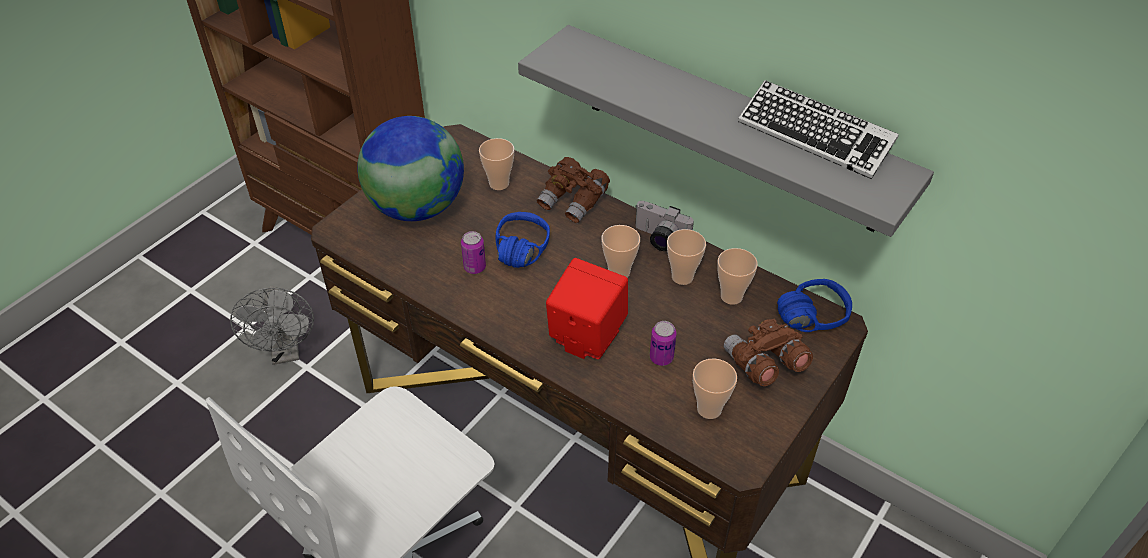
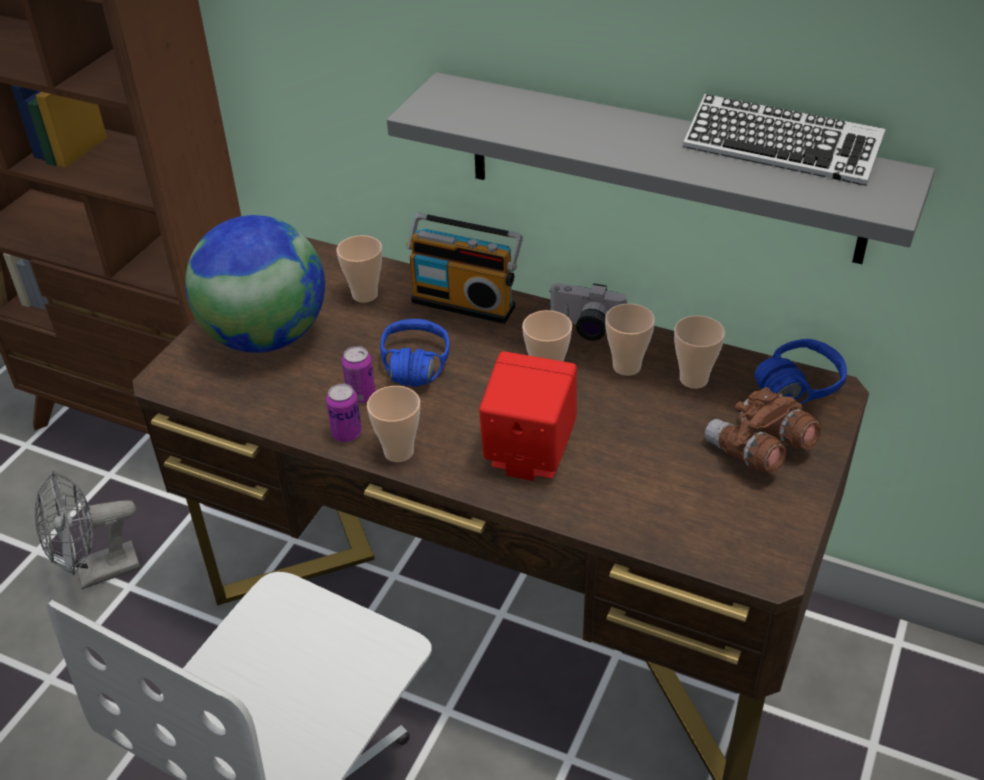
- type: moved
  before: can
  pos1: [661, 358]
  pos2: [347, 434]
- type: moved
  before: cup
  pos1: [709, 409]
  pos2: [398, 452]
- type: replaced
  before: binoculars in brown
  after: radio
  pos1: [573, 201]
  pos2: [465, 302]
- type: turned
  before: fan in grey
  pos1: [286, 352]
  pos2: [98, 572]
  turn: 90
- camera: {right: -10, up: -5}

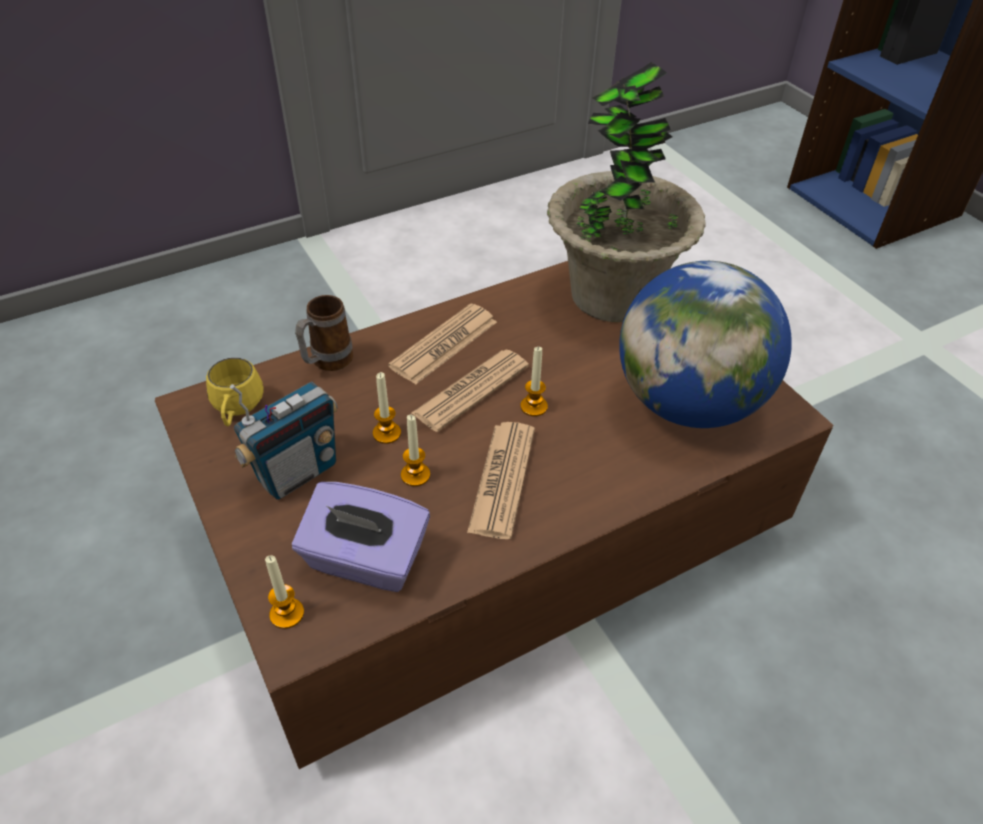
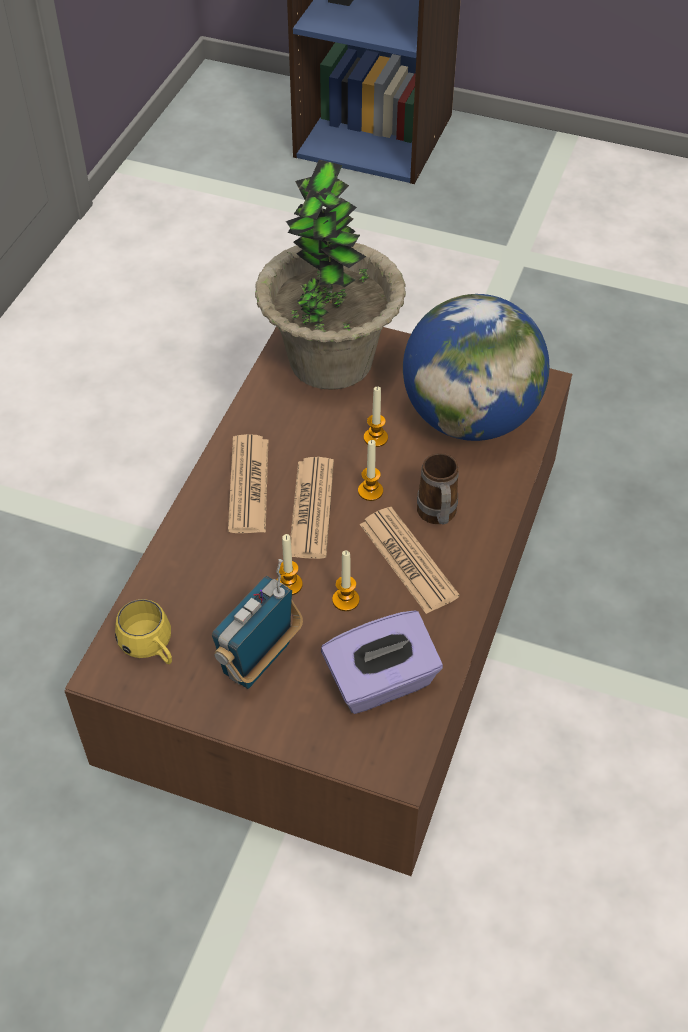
- type: moved
  before: candle
  pos1: [287, 614]
  pos2: [375, 438]
- type: moved
  before: mug
  pos1: [326, 363]
  pos2: [437, 517]
- type: turned
  before: radio
  pos1: [297, 472]
  pos2: [258, 660]
  turn: -150
- camera: {right: -40, up: 5}

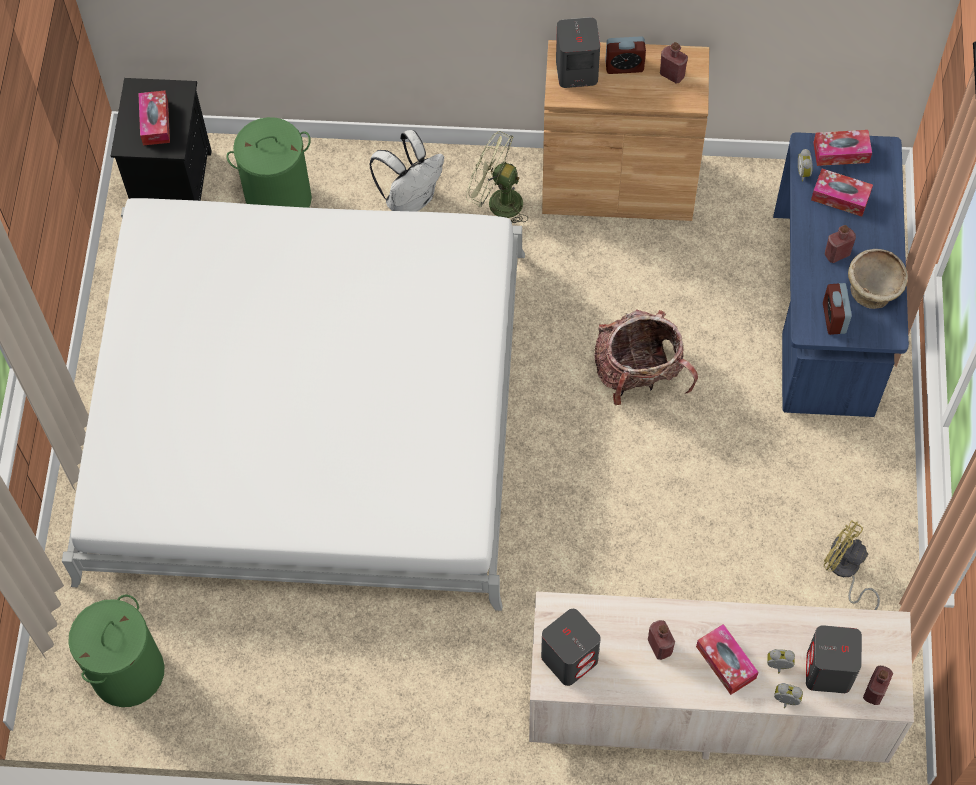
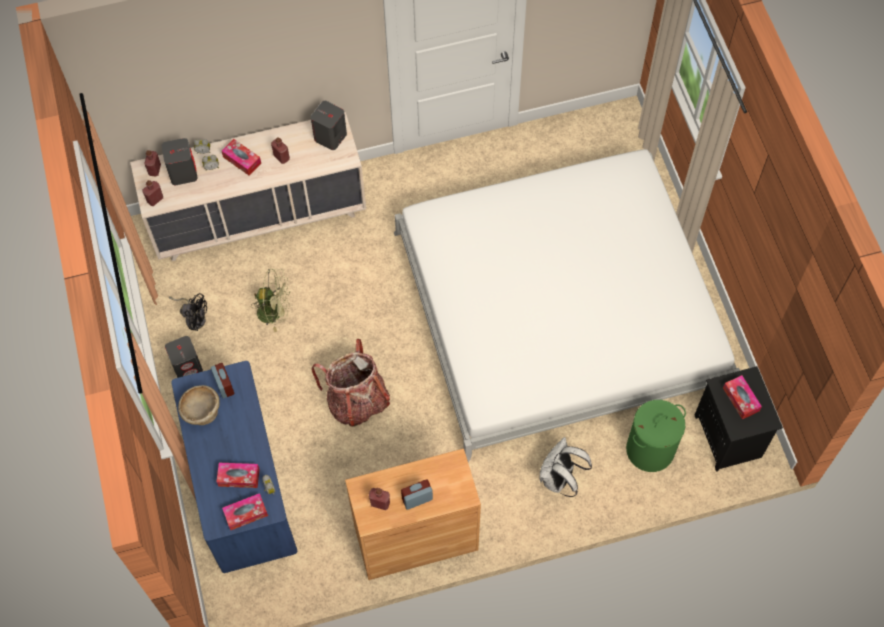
- type: removed
  before: laundry basket in green
  pos1: [127, 672]
- type: moved
  before: fan in green
  pos1: [497, 202]
  pos2: [275, 312]
- type: moved
  before: speaker in grey
  pos1: [576, 71]
  pos2: [187, 367]
- type: moved
  before: bottle in red
  pos1: [837, 254]
  pos2: [155, 199]
- type: recoloured
  before: fan in yellow
  after: fan in black
  pos1: [845, 571]
  pos2: [194, 317]
- camera: {right: 160, up: 0}

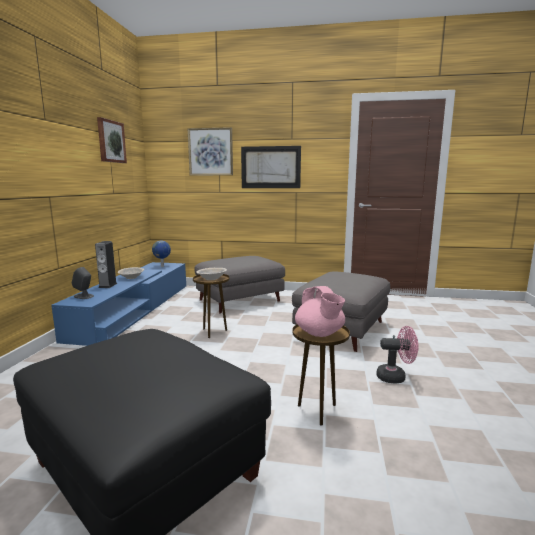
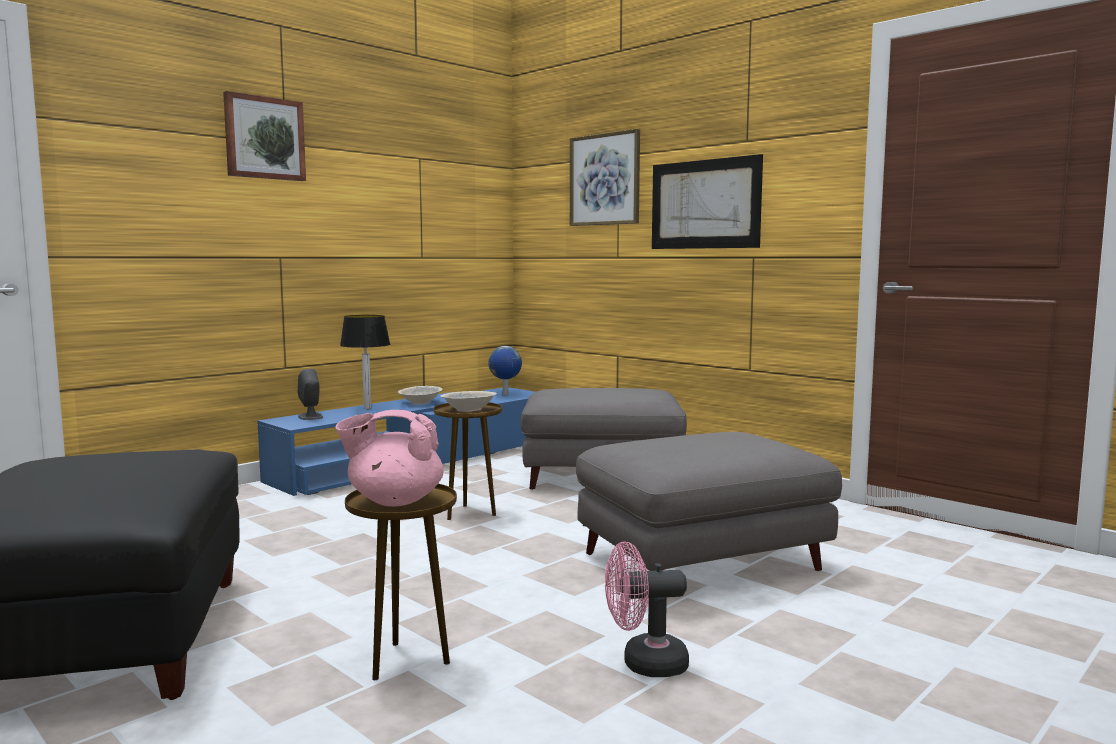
- type: moved
  before: picture
  pos1: [111, 141]
  pos2: [264, 138]
- type: replaced
  before: speaker
  after: table lamp
  pos1: [108, 285]
  pos2: [368, 408]
- type: turned
  before: teapot in pink
  pos1: [320, 334]
  pos2: [394, 501]
  turn: 75
- type: turned
  before: fan in pink
  pos1: [395, 377]
  pos2: [644, 664]
  turn: 135
- camera: {right: 35, up: -5}

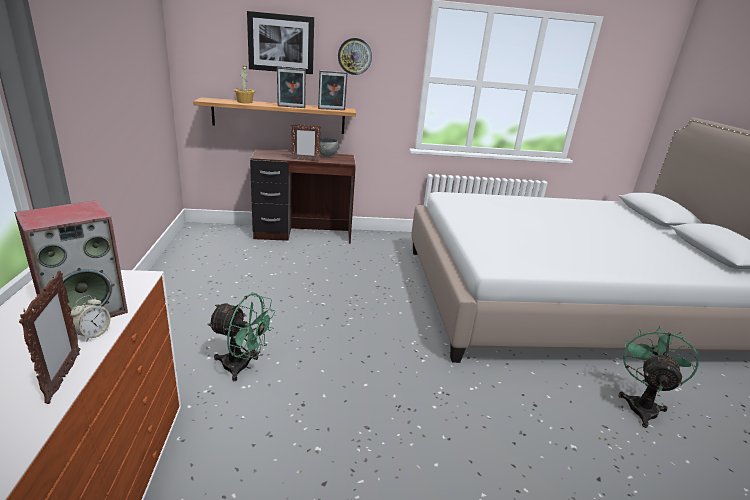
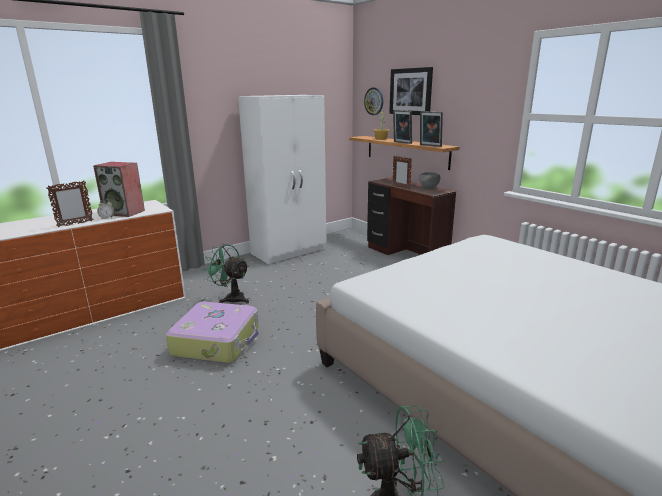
- type: added
  after: suitcase
  pos2: [217, 341]
- type: added
  after: wardrobe in white
  pos2: [289, 251]
- type: moved
  before: wall clock
  pos1: [354, 56]
  pos2: [374, 101]
- type: turned
  before: fan in green
  pos1: [243, 366]
  pos2: [231, 298]
  turn: 135
- camera: {right: 60, up: -5}

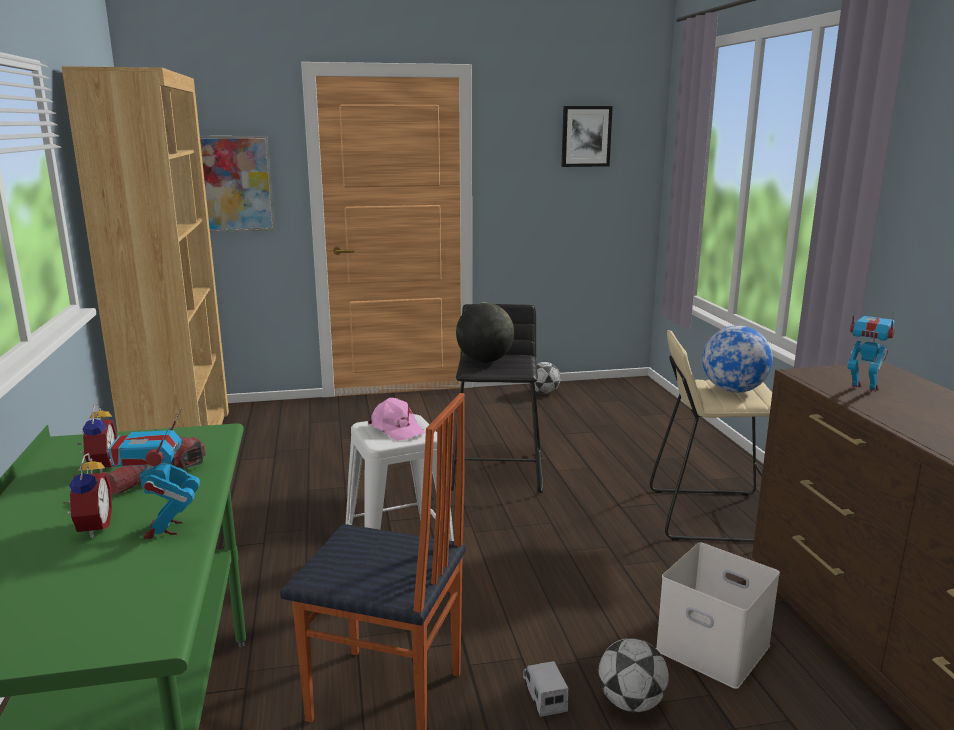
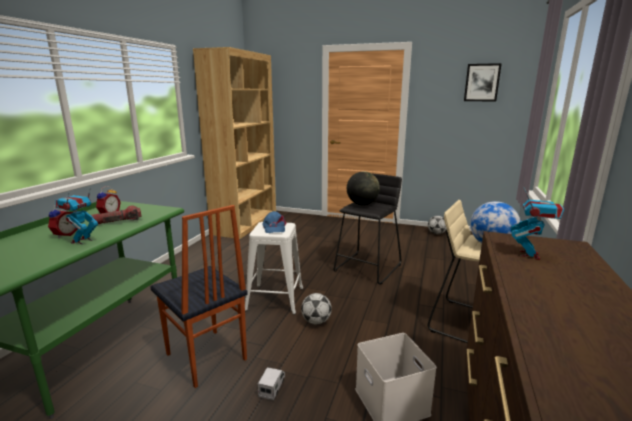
- type: removed
  before: picture
  pos1: [234, 184]
- type: moved
  before: football
  pos1: [631, 702]
  pos2: [316, 321]
- type: recoloured
  before: cap in pink
  after: cap in blue
  pos1: [396, 429]
  pos2: [274, 227]
- type: turned
  before: toy robot
  pos1: [863, 389]
  pos2: [529, 255]
  turn: 45
- camera: {right: 30, up: 0}

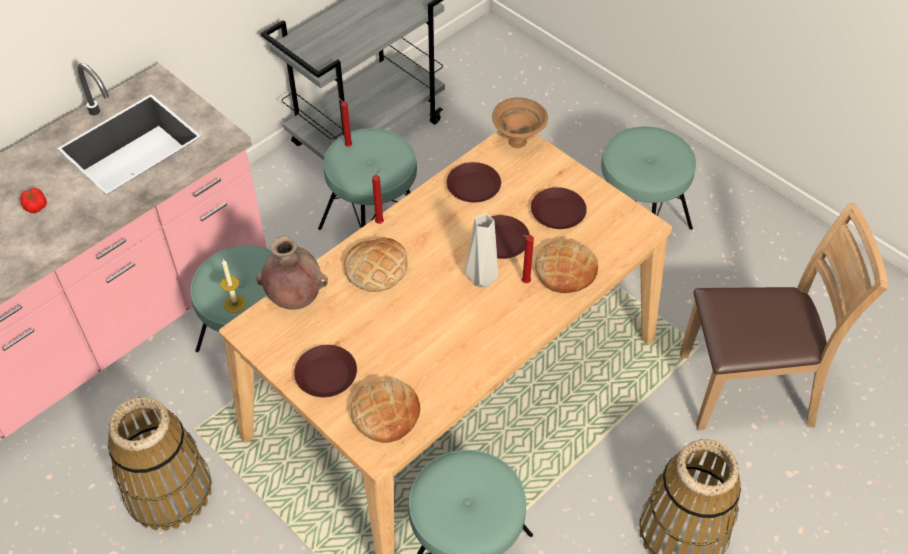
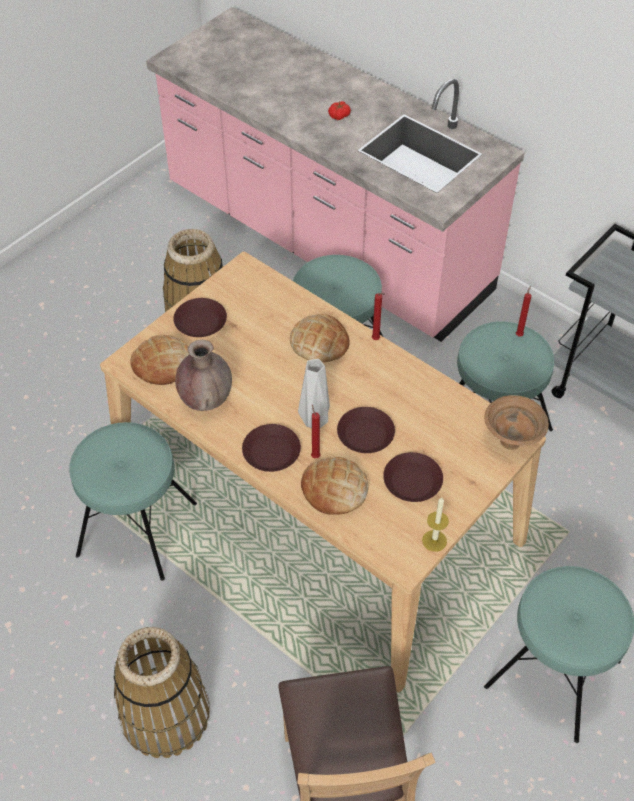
- type: moved
  before: candle
  pos1: [235, 304]
  pos2: [434, 540]
- type: moved
  before: vase in brown
  pos1: [295, 299]
  pos2: [206, 401]
- type: moved
  before: plate in brown
  pos1: [473, 186]
  pos2: [272, 451]
- camera: {right: 85, up: 0}

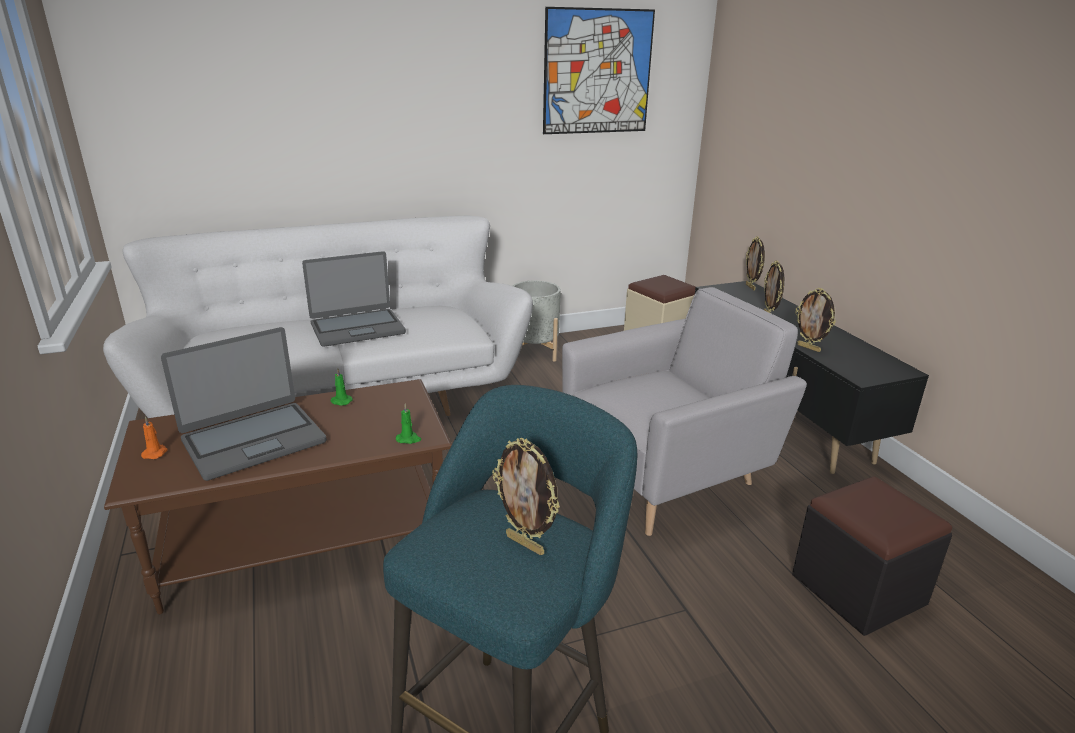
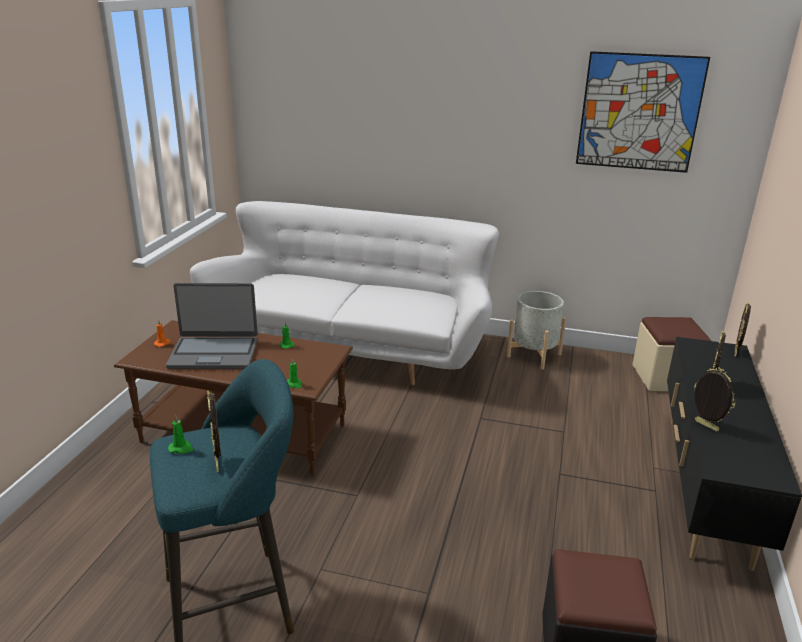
- type: removed
  before: laptop
  pos1: [357, 328]
- type: removed
  before: armchair in grey
  pos1: [667, 473]
- type: added
  after: candle in green
  pos2: [181, 448]
- type: turned
  before: picture frame
  pos1: [809, 348]
  pos2: [705, 426]
  turn: 150
- camera: {right: 35, up: 0}

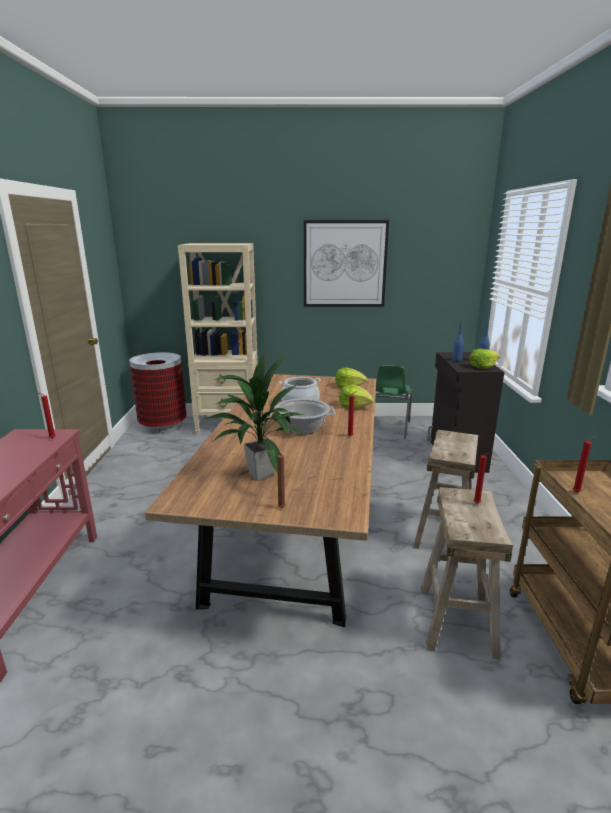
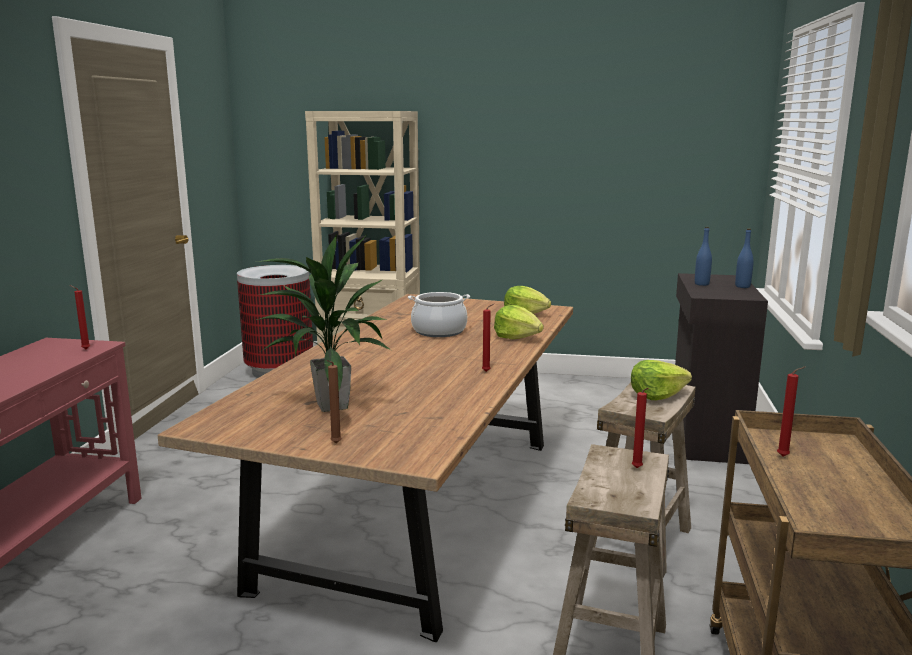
- type: removed
  before: cooking pot
  pos1: [302, 428]
- type: removed
  before: picture
  pos1: [344, 264]
- type: removed
  before: chair in green
  pos1: [388, 428]
- type: moved
  before: lettuce
  pos1: [482, 367]
  pos2: [656, 395]
- camera: {right: 10, up: -5}

